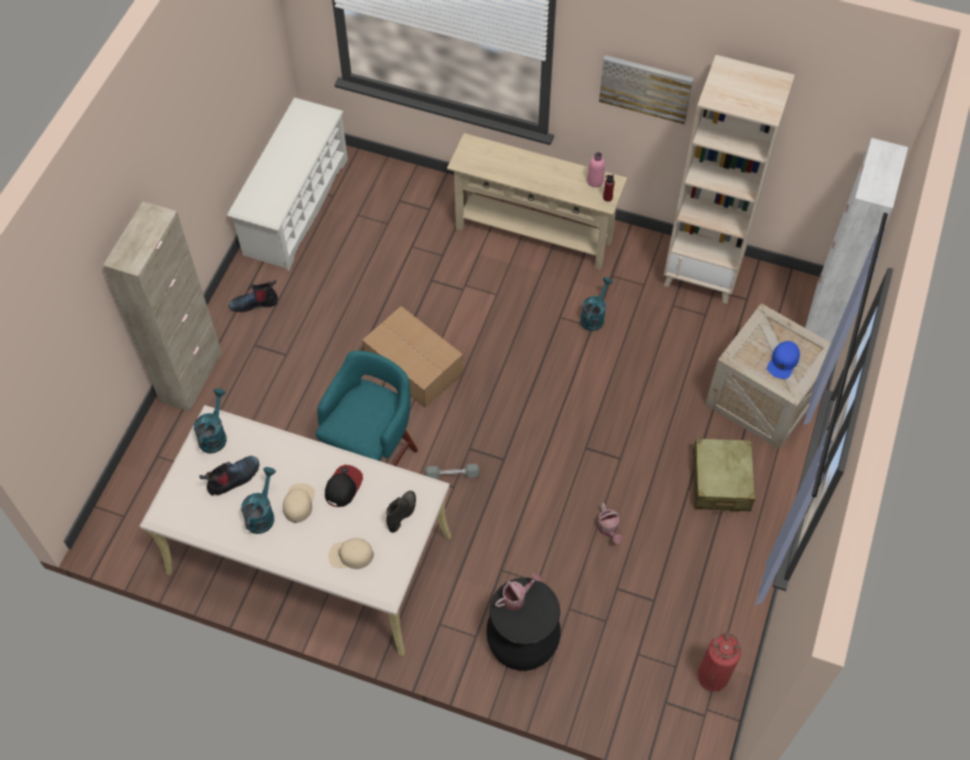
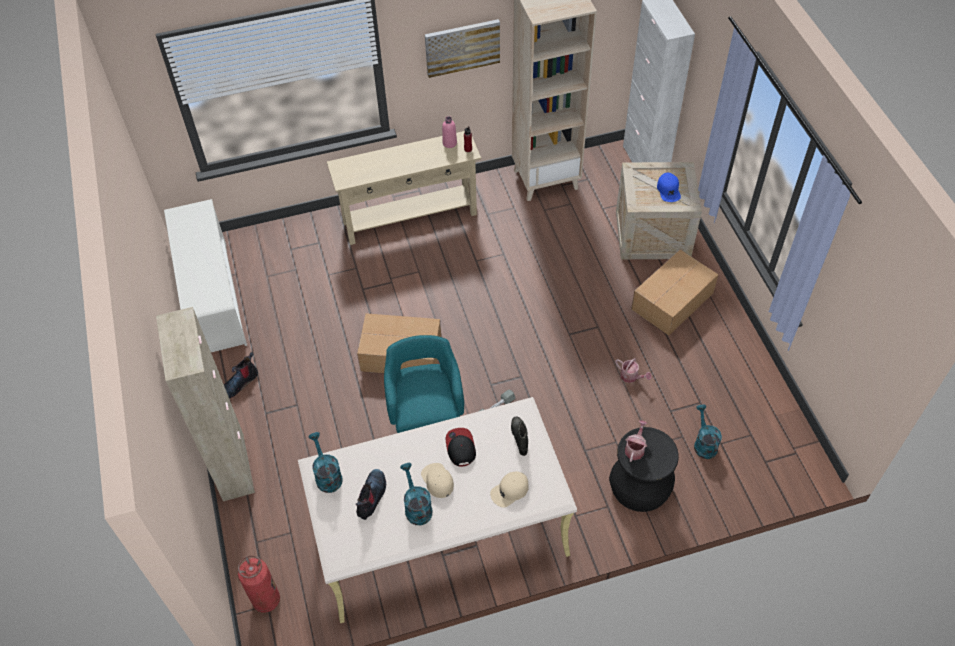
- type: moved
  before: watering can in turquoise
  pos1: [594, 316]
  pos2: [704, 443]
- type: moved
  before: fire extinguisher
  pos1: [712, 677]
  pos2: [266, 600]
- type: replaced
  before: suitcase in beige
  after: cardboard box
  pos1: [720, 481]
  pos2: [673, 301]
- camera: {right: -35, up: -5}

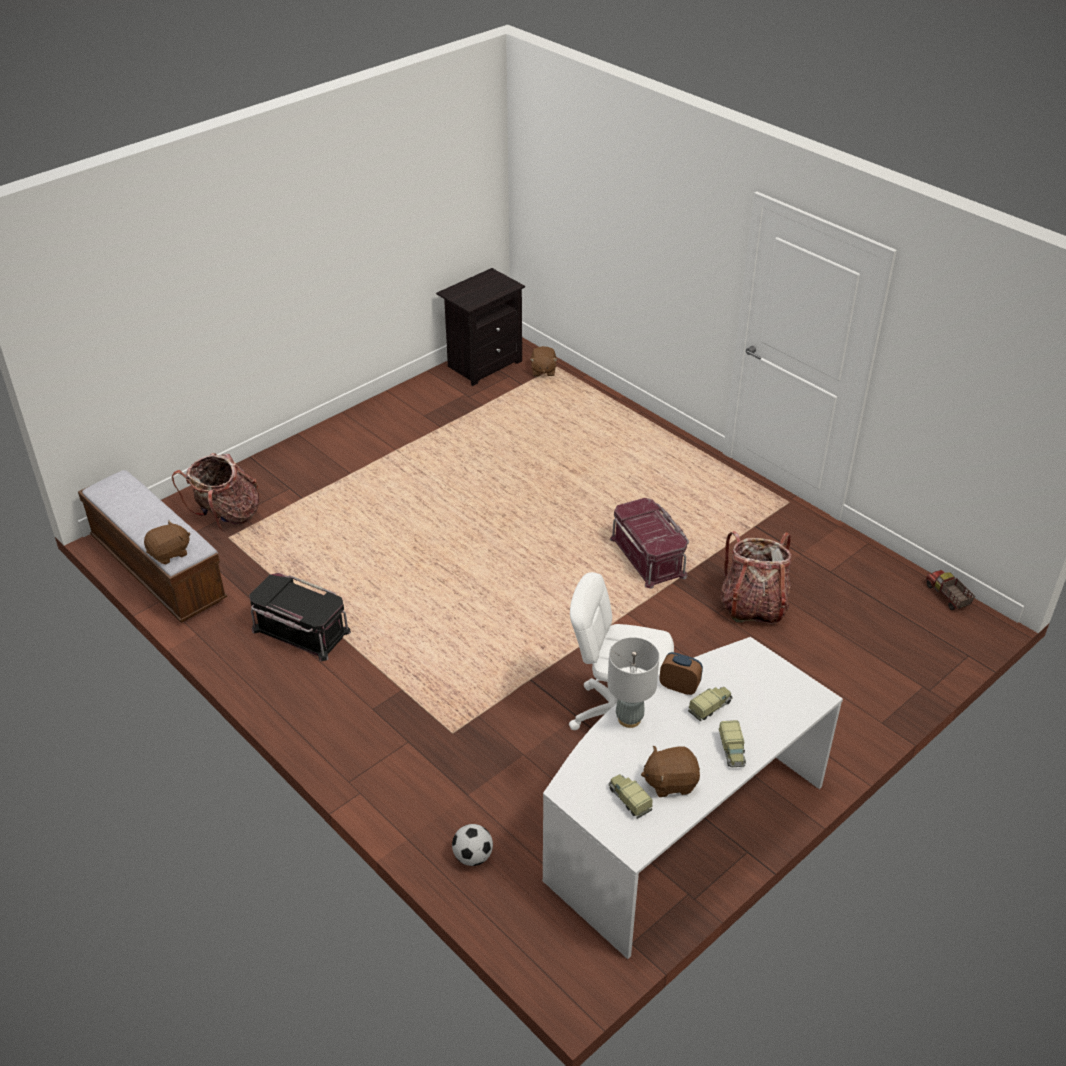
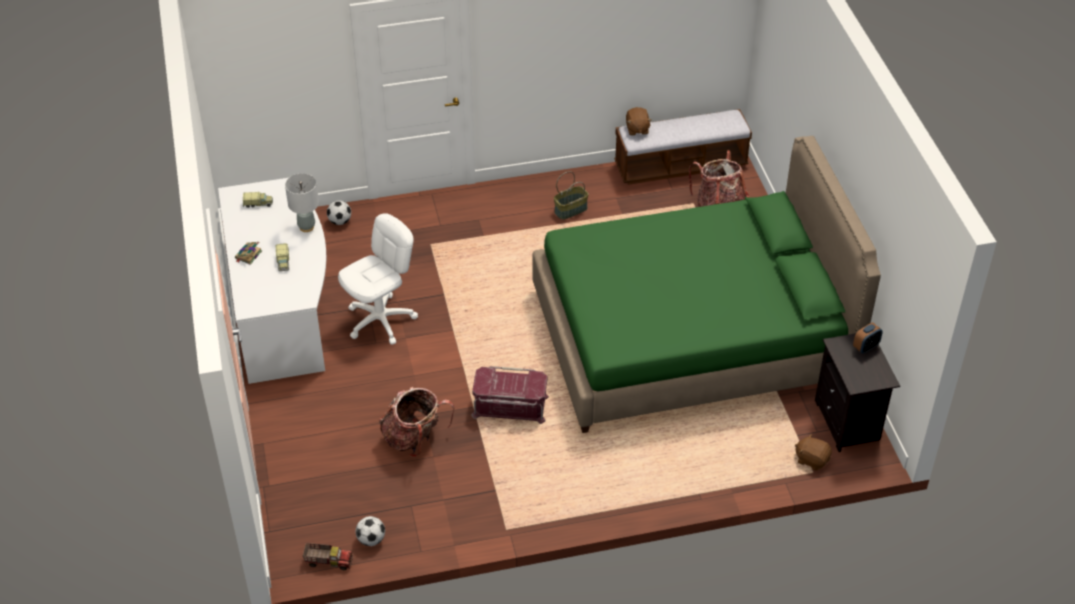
- type: removed
  before: plush toy in brown
  pos1: [670, 782]
- type: added
  after: football
  pos2: [371, 540]
- type: added
  after: bed in green
  pos2: [690, 337]
- type: moved
  before: alarm clock
  pos1: [679, 686]
  pos2: [865, 347]
- type: replaced
  before: storage box in black
  after: basket
  pos1: [300, 631]
  pos2: [570, 210]
- type: replaced
  before: toy truck
  after: book
  pos1: [732, 750]
  pos2: [248, 255]
- camera: {right: 120, up: 5}

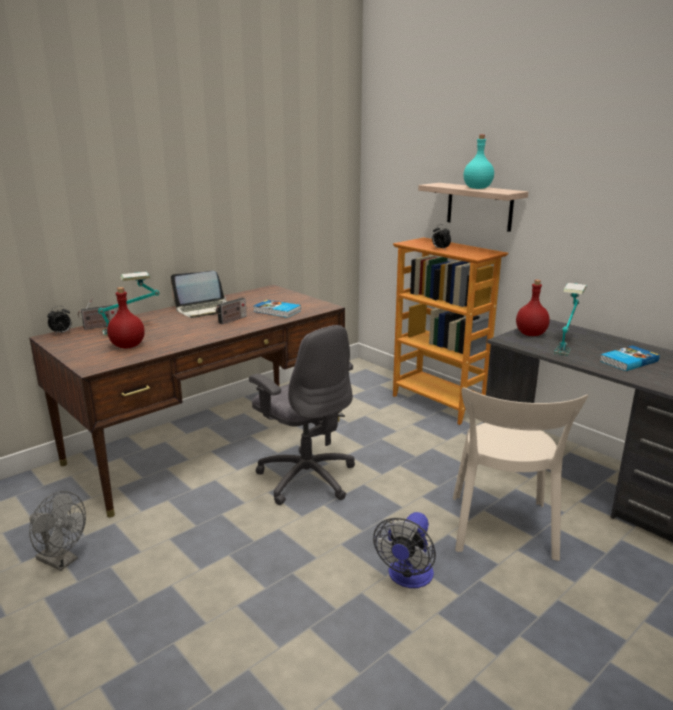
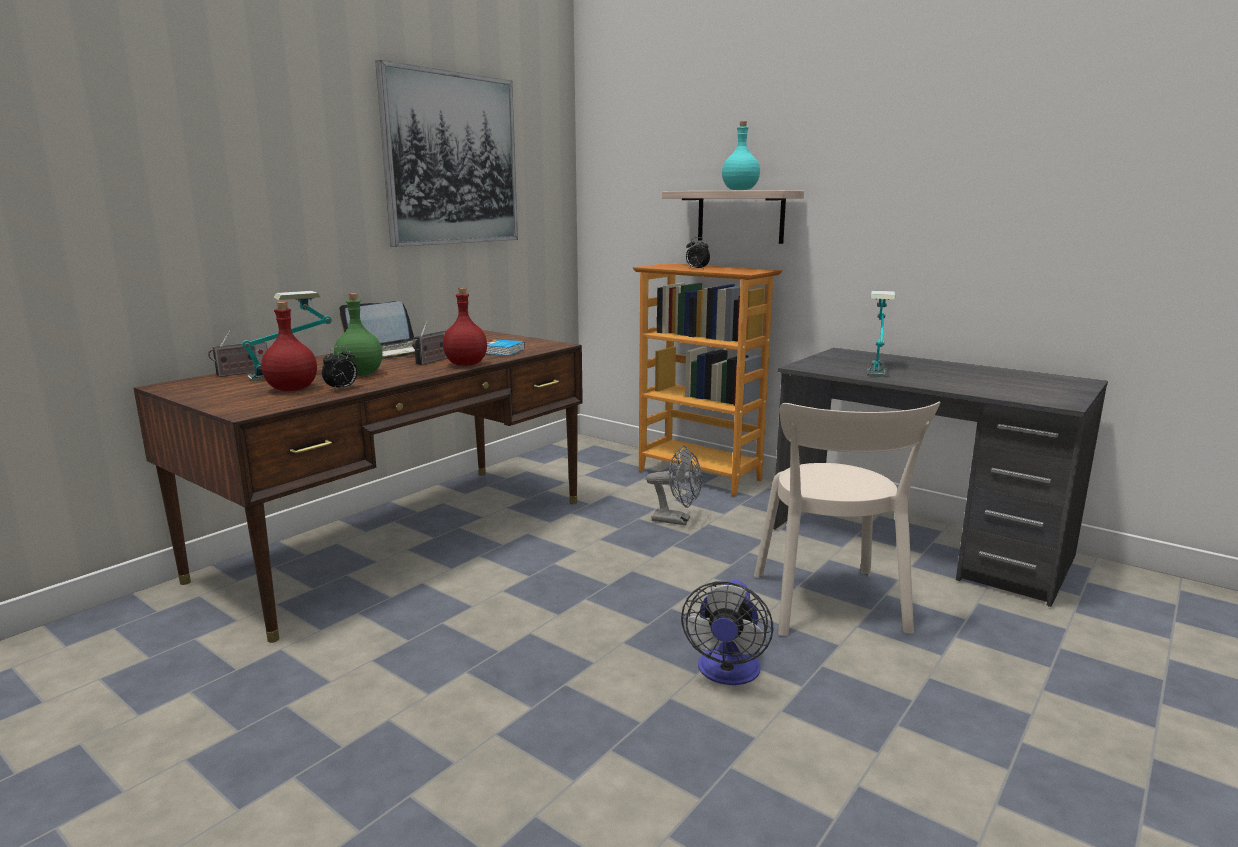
- type: removed
  before: office chair in grey
  pos1: [306, 477]
- type: removed
  before: book
  pos1: [627, 361]
- type: added
  after: bottle in green
  pos2: [361, 374]
- type: added
  after: picture
  pos2: [451, 159]
- type: moved
  before: fan in grey
  pos1: [62, 561]
  pos2: [677, 520]
- type: moved
  before: alarm clock
  pos1: [62, 333]
  pos2: [342, 389]
- type: moved
  before: bottle in red
  pos1: [531, 334]
  pos2: [467, 364]
- camera: {right: -10, up: -5}

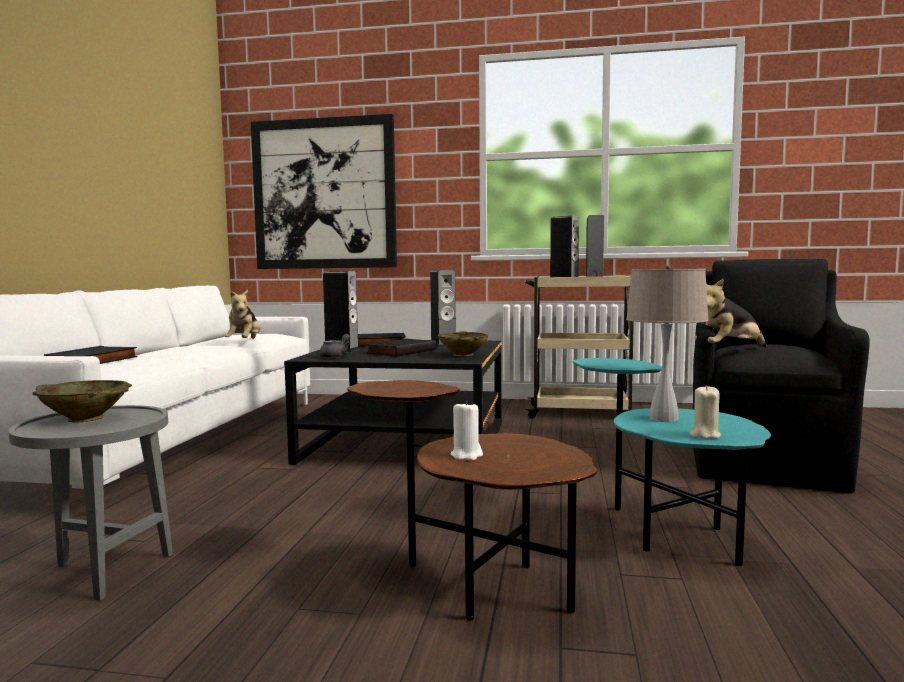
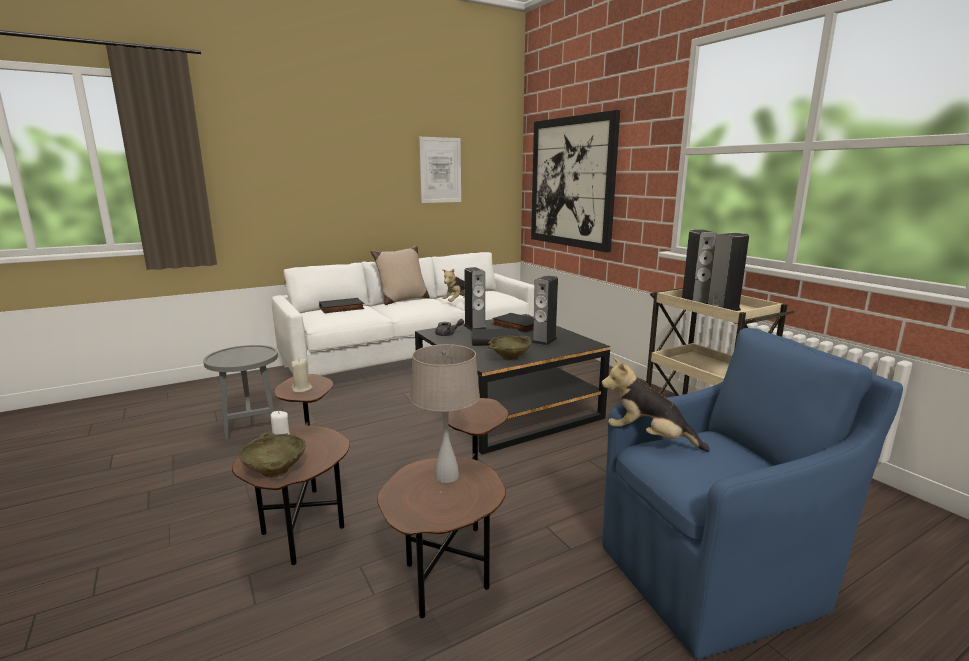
- type: added
  after: pillow in beige
  pos2: [402, 300]
- type: added
  after: picture
  pos2: [440, 170]
- type: moved
  before: bowl in beige
  pos1: [86, 418]
  pos2: [275, 471]
- type: moved
  before: candle in beige
  pos1: [704, 435]
  pos2: [302, 389]
- type: recoloured
  before: side table in turquoise
  after: side table in brown
  pos1: [664, 531]
  pos2: [454, 563]
- type: recoloured
  before: armchair in black
  after: armchair in blue
  pos1: [765, 463]
  pos2: [715, 576]
- camera: {right: 50, up: 10}

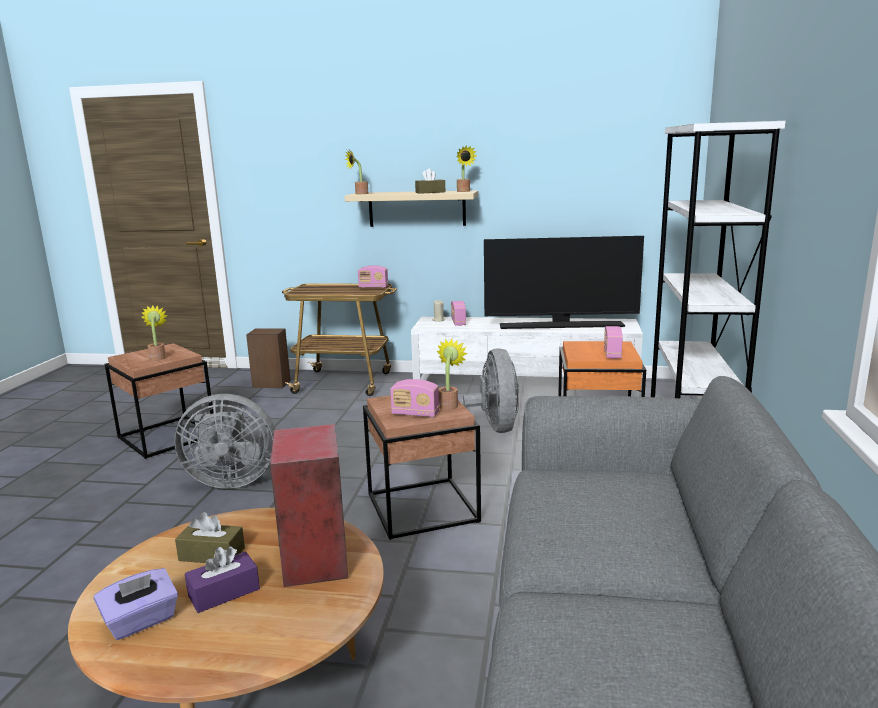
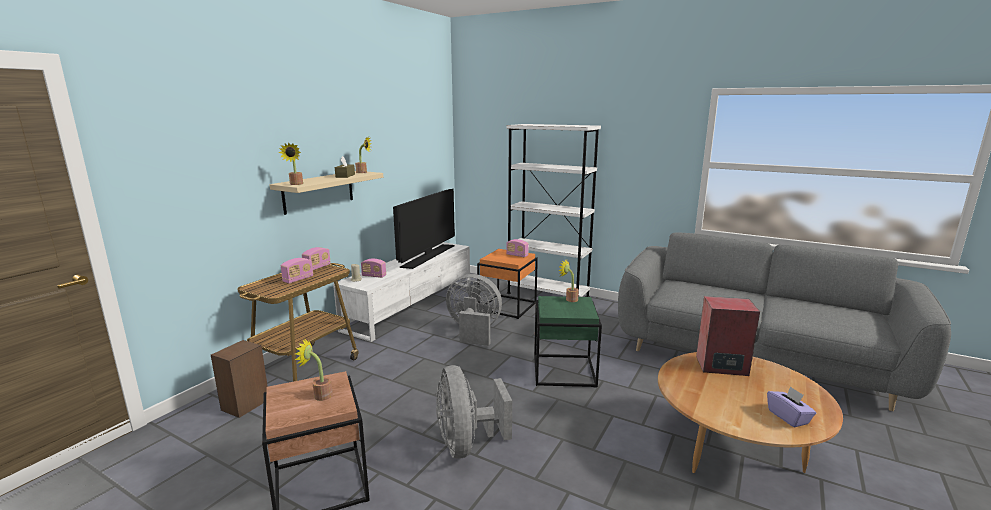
- type: removed
  before: tissue box in brown
  pos1: [212, 554]
- type: removed
  before: tissue box in purple
  pos1: [224, 592]
- type: moved
  before: radio
  pos1: [415, 414]
  pos2: [298, 279]
- type: recoloured
  before: side table in brown
  after: side table in green
  pos1: [421, 509]
  pos2: [564, 371]
- type: turned
  before: fan in grey
  pos1: [231, 480]
  pos2: [467, 444]
  turn: 150
- camera: {right: -70, up: 0}

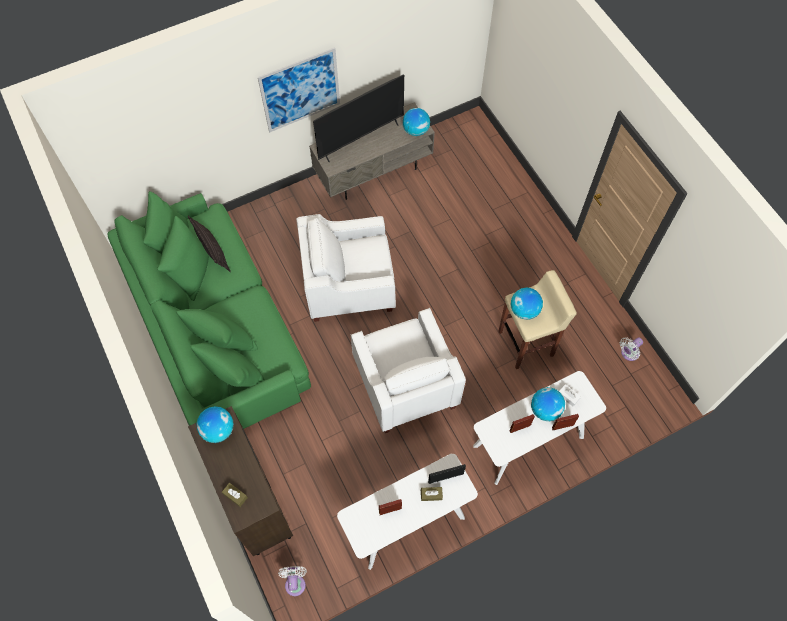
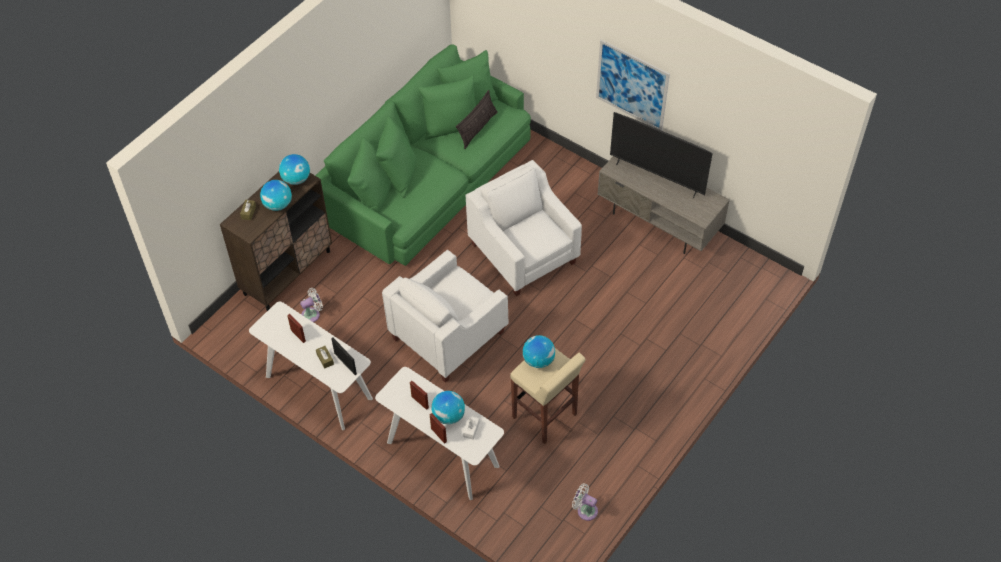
- type: moved
  before: fan in white
  pos1: [295, 582]
  pos2: [312, 314]
- type: moved
  before: globe
  pos1: [416, 130]
  pos2: [278, 205]
- camera: {right: 65, up: -10}

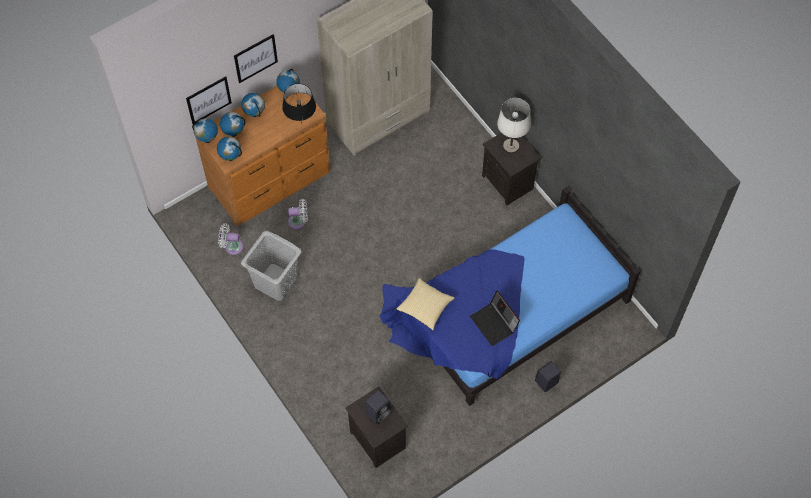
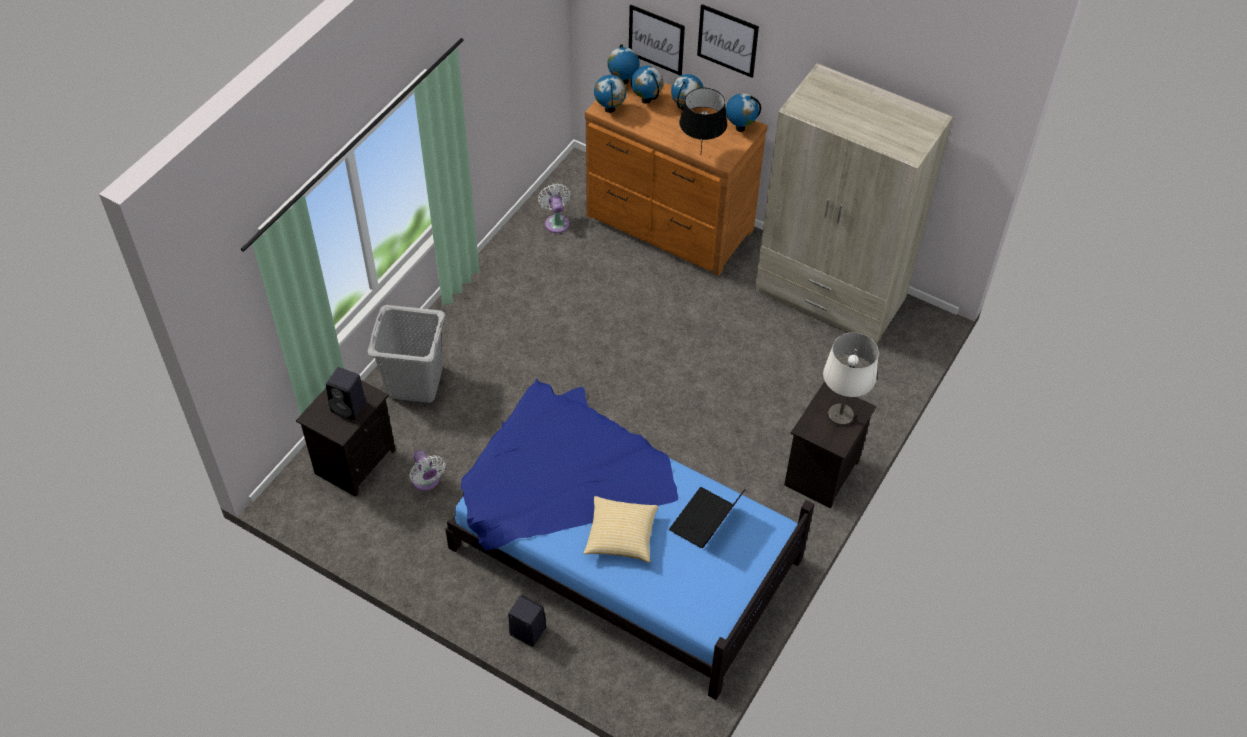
- type: moved
  before: laundry basket in grey
  pos1: [275, 282]
  pos2: [414, 382]
- type: moved
  before: fan in white
  pos1: [299, 221]
  pos2: [426, 482]
- type: moved
  before: pillow
  pos1: [425, 307]
  pos2: [621, 536]
- type: moved
  before: laptop
  pos1: [494, 324]
  pos2: [705, 522]
- camera: {right: 65, up: -10}

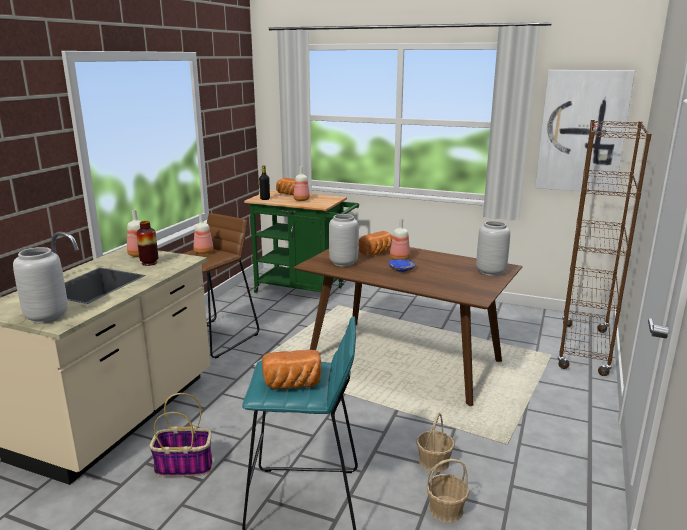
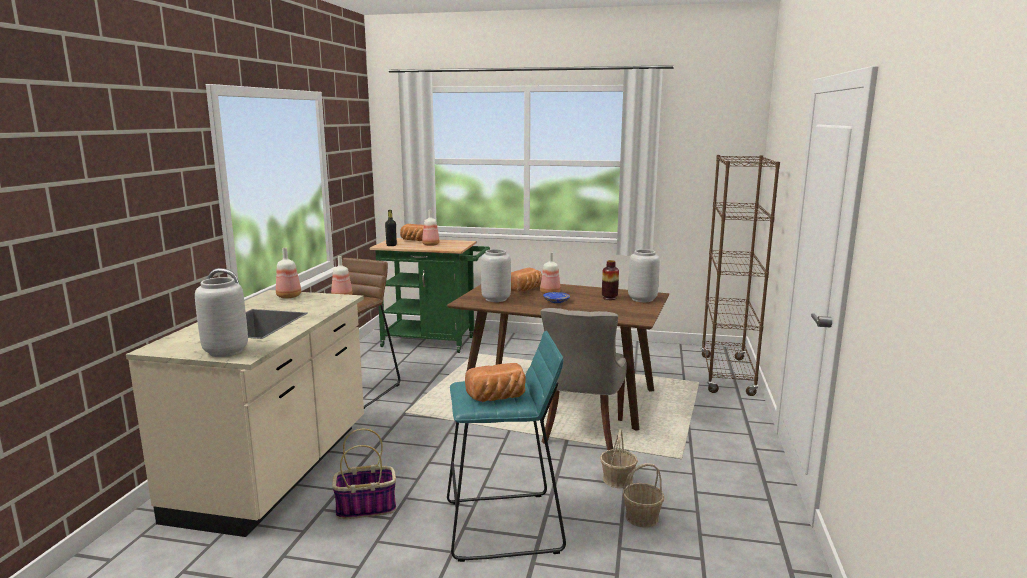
- type: removed
  before: picture
  pos1: [582, 132]
- type: added
  after: chair in grey
  pos2: [581, 432]
- type: moved
  before: vase
  pos1: [149, 263]
  pos2: [609, 298]
- camera: {right: -10, up: -5}

